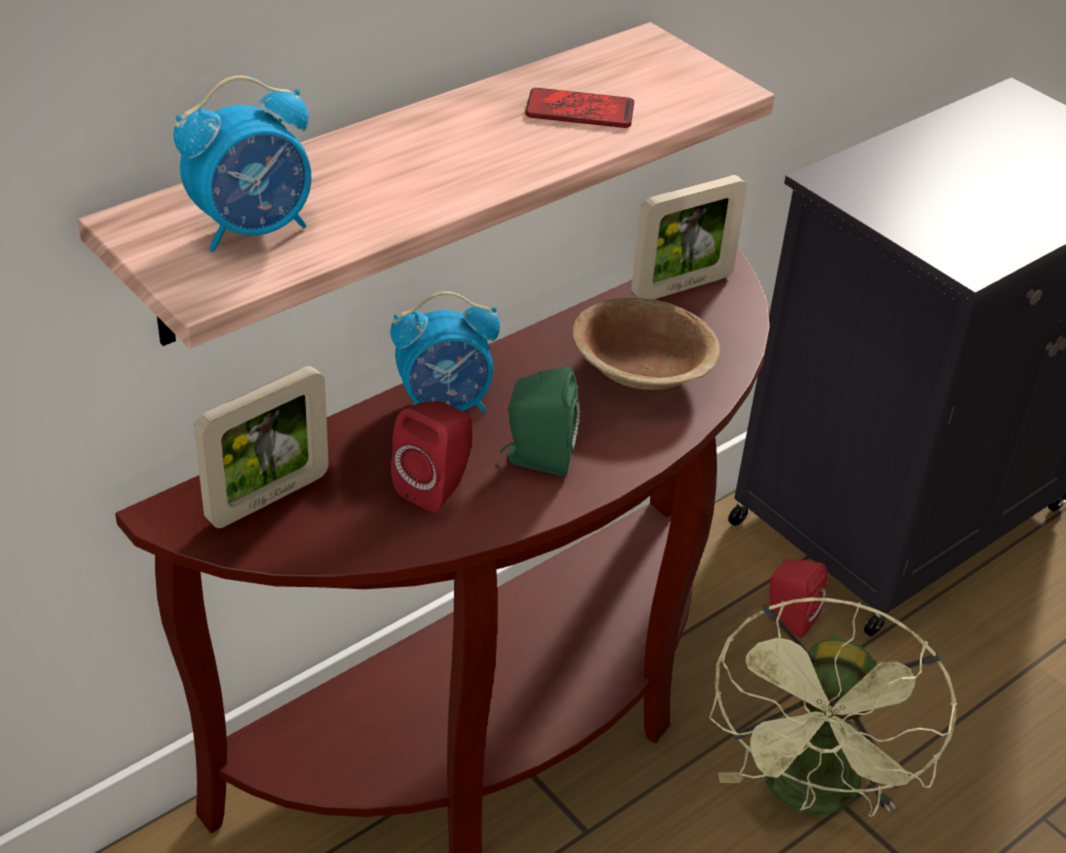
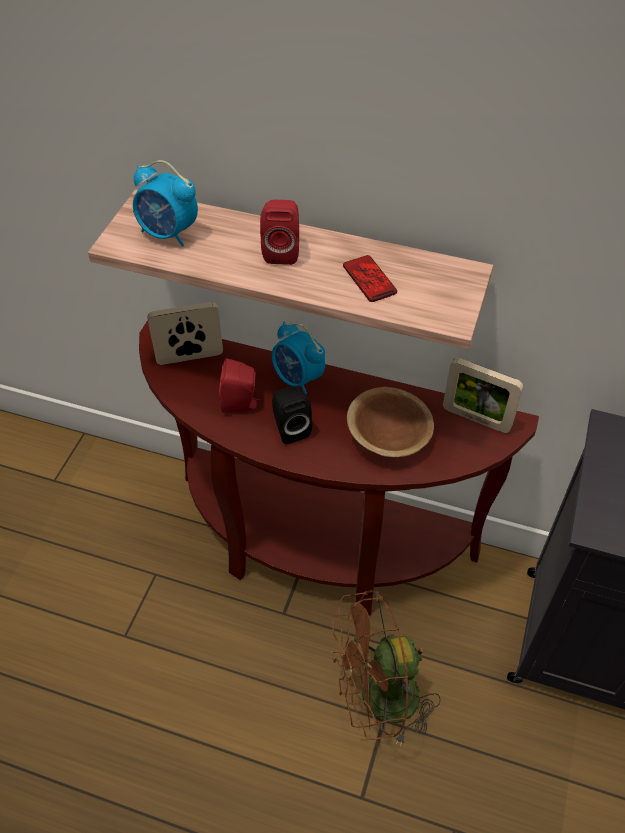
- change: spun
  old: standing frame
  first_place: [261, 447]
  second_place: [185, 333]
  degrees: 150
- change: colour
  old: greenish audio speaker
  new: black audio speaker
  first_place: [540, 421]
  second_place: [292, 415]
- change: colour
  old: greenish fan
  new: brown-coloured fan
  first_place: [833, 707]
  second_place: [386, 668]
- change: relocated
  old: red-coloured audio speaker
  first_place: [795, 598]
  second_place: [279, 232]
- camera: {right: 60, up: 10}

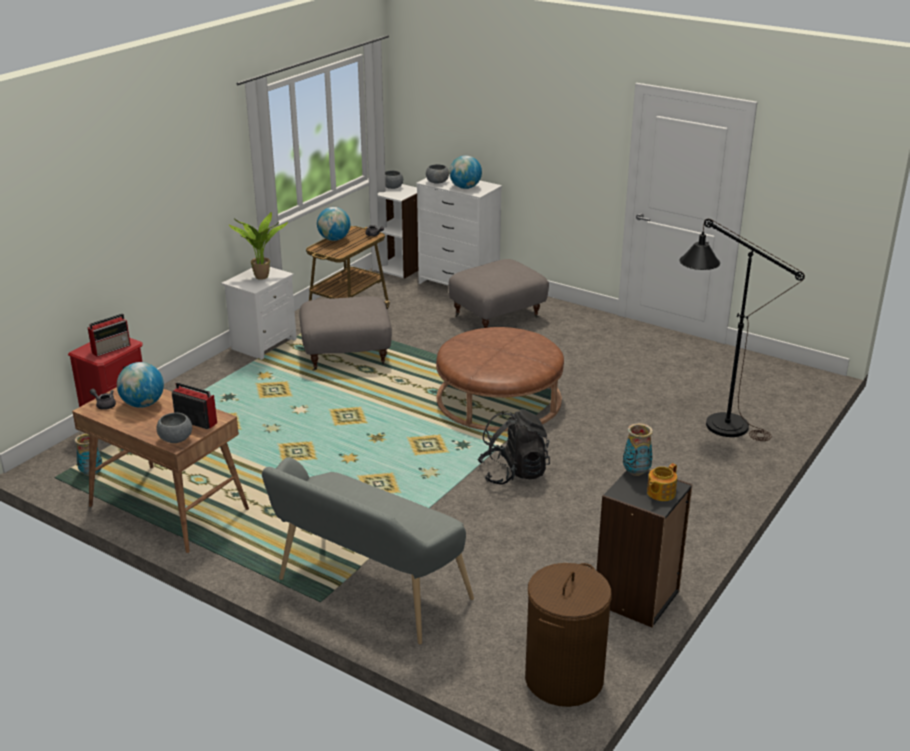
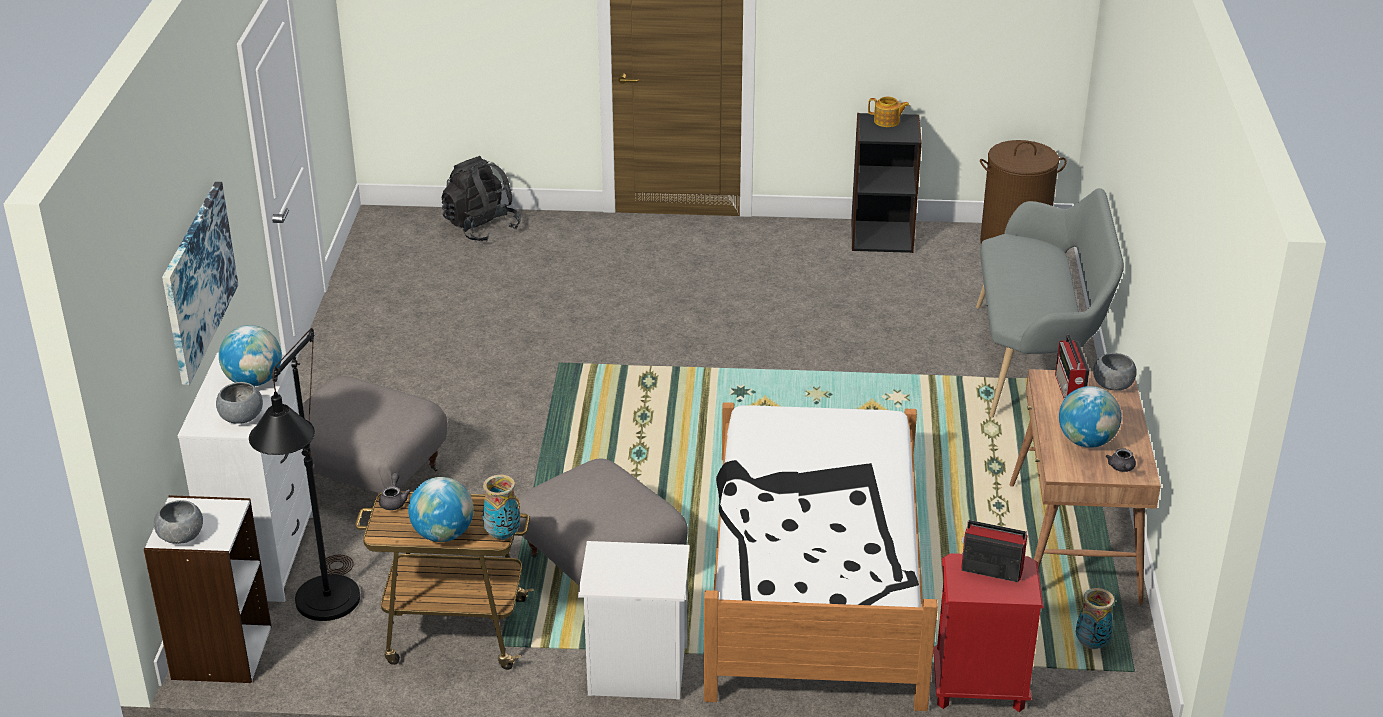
- change: missing
  old: potted plant
  first_place: [258, 246]
- change: missing
  old: brown-coloured ottoman
  first_place: [500, 379]
- change: relocated
  old: black rucksack
  first_place: [513, 447]
  second_place: [481, 198]
- change: relocated
  old: decorative vase
  first_place: [638, 449]
  second_place: [501, 507]
- change: relocated
  old: black floor lamp
  first_place: [742, 330]
  second_place: [304, 474]
- change: appeared
  new: wall art
  second_place: [200, 283]
- change: appeared
  new: whitish sleeping bed
  second_place: [821, 556]
- camera: {right: -120, up: 5}

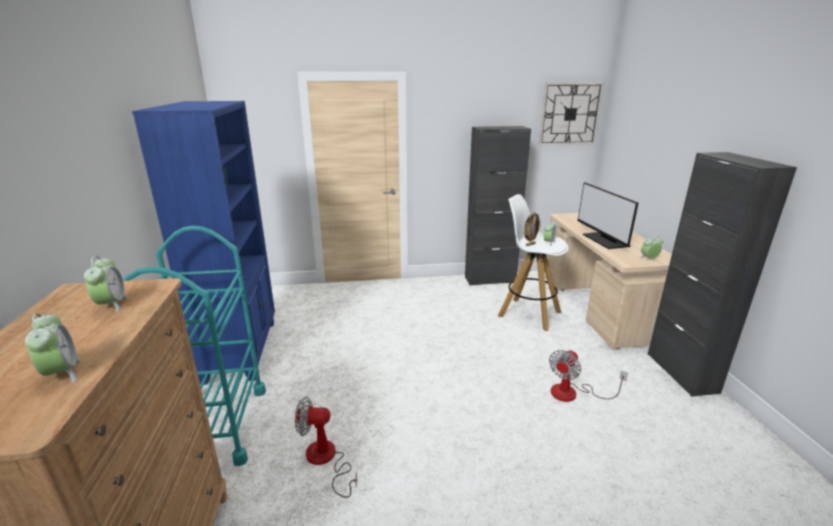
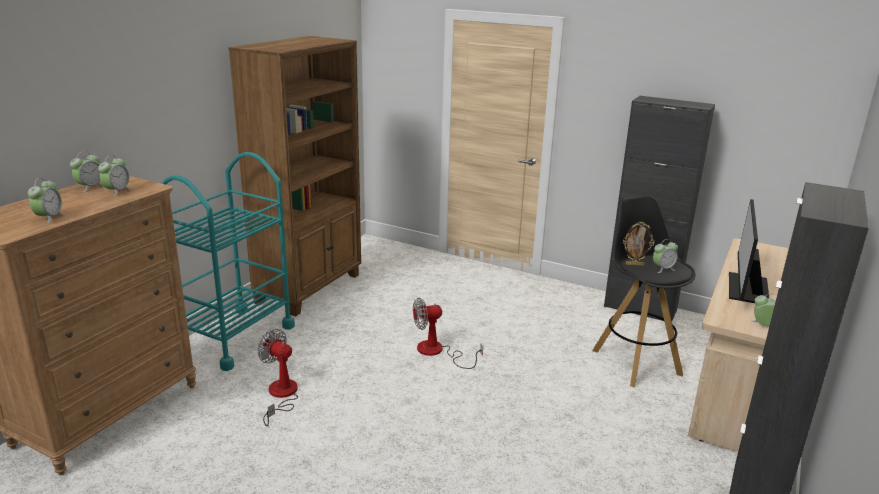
- change: colour
  old: blue-coloured bookshelf
  new: brown-coloured bookshelf
  first_place: [203, 243]
  second_place: [294, 176]
- change: colour
  old: whitish stool seat
  new: black stool seat
  first_place: [533, 262]
  second_place: [644, 291]
- change: missing
  old: clock on the wall
  first_place: [571, 114]
- change: relocated
  old: fan
  first_place: [588, 376]
  second_place: [448, 333]
- change: appeared
  new: alarm clock
  second_place: [87, 171]
- camera: {right: 35, up: 0}

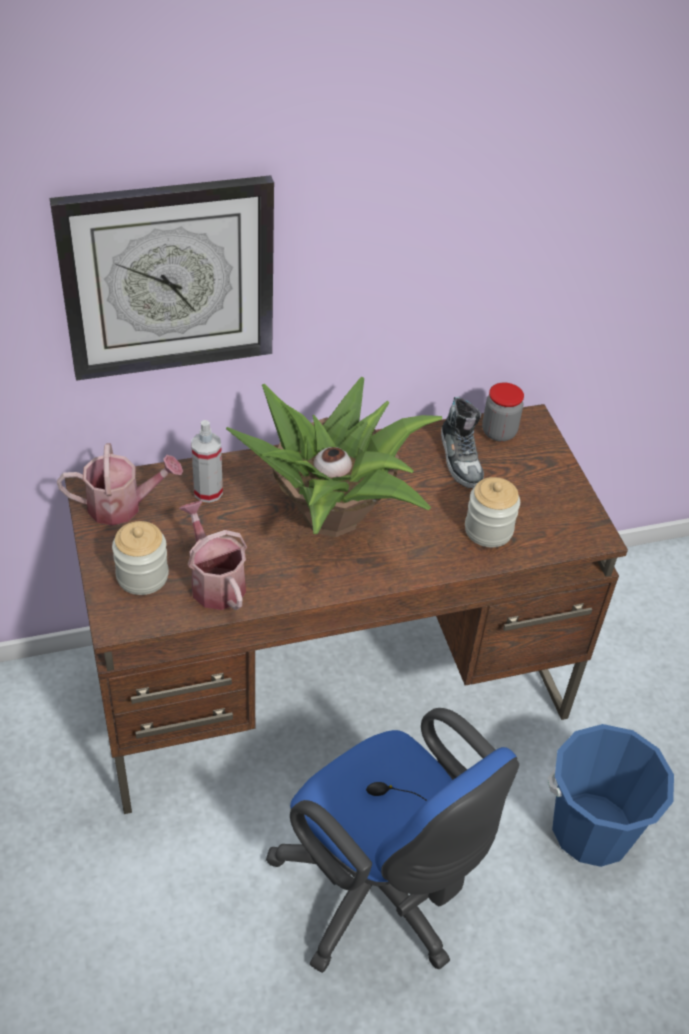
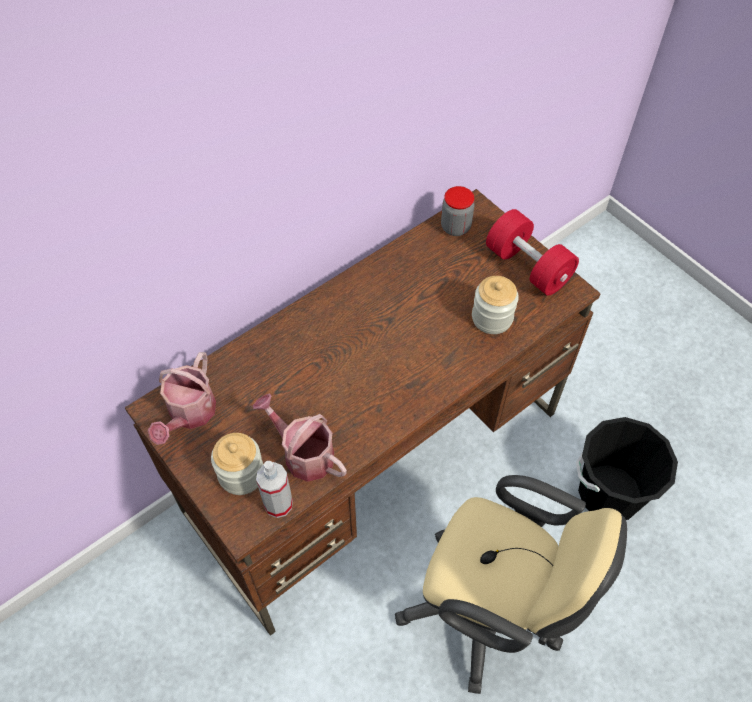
- change: missing
  old: clock on the wall
  first_place: [162, 278]
- change: spun
  old: watering pot
  first_place: [120, 484]
  second_place: [182, 398]
  degrees: 135
- change: relocated
  old: spray bottle
  first_place: [207, 461]
  second_place: [274, 489]
- change: missing
  old: potted plant
  first_place: [334, 456]
- change: colour
  old: blue-coloured desk chair
  new: sand-coloured desk chair
  first_place: [392, 840]
  second_place: [511, 584]
- change: missing
  old: shoe
  first_place: [462, 442]
- change: colour
  old: blue-coloured water bucket
  new: black water bucket
  first_place: [611, 795]
  second_place: [627, 468]
- change: appeared
  new: red-coloured free weight
  second_place: [532, 252]
- camera: {right: -20, up: 10}

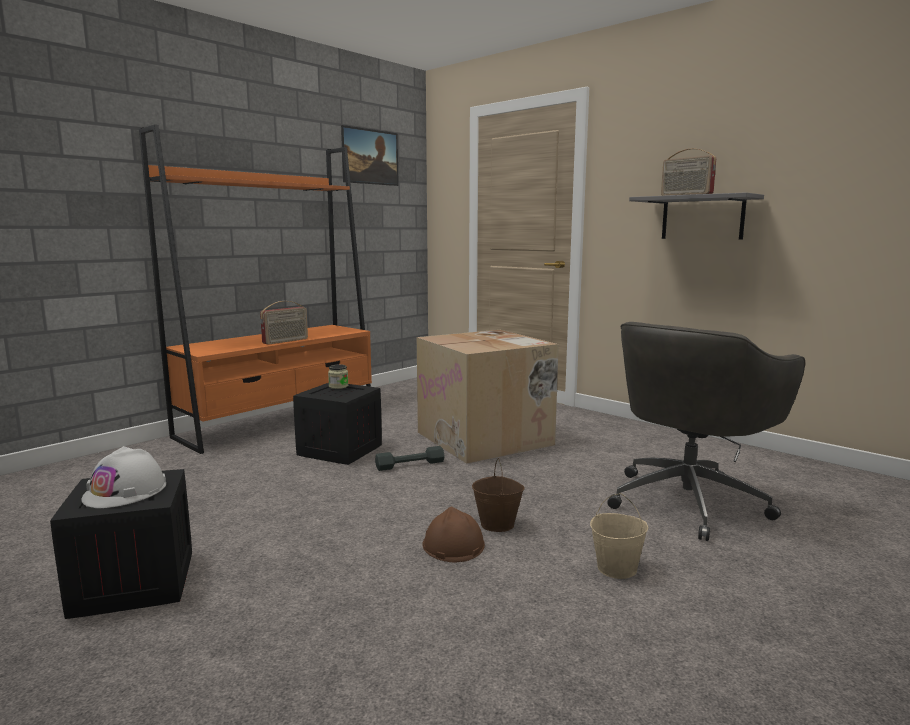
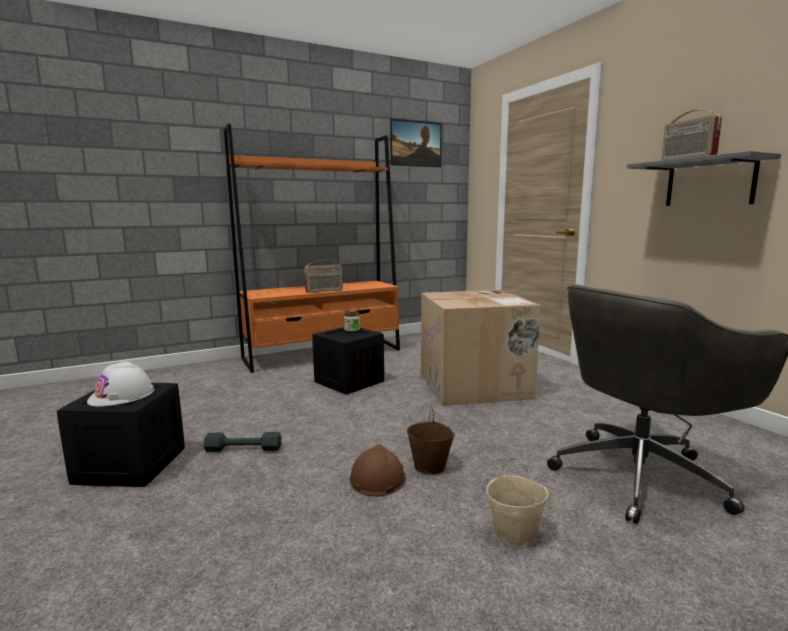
- change: relocated
  old: gray free weight
  first_place: [410, 458]
  second_place: [242, 442]
- camera: {right: 20, up: 0}

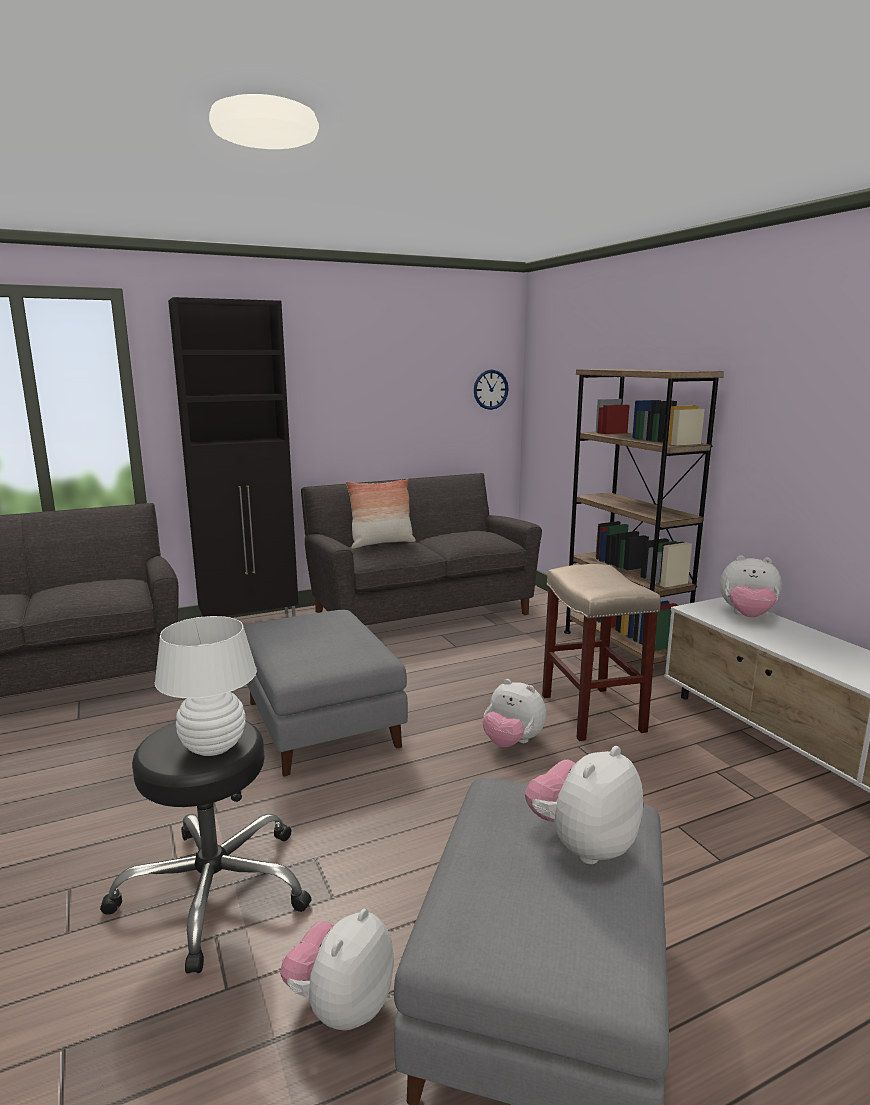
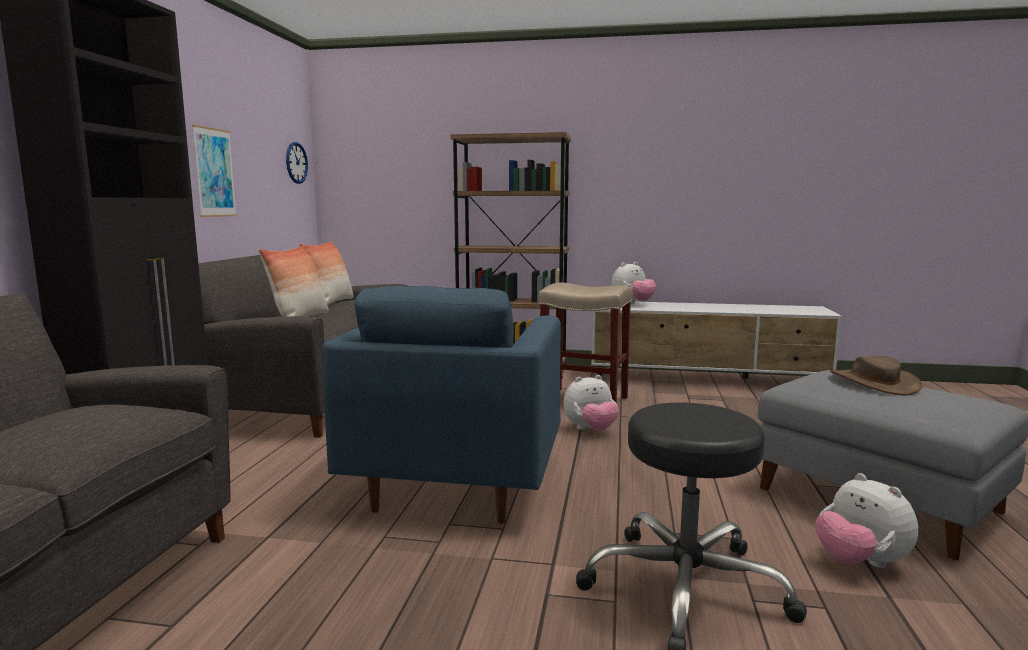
- change: missing
  old: whitish tabletop lamp
  first_place: [206, 686]
- change: exchanged
  old: gray ottoman
  new: blue-coloured armchair
  first_place: [326, 693]
  second_place: [441, 405]
- change: exchanged
  old: plush toy
  new: brown-coloured clothing hat
  first_place: [584, 805]
  second_place: [876, 375]
- change: appeared
  new: wall art
  second_place: [214, 171]
- change: appeared
  new: cushion
  second_place: [326, 273]
- camera: {right: -55, up: -5}

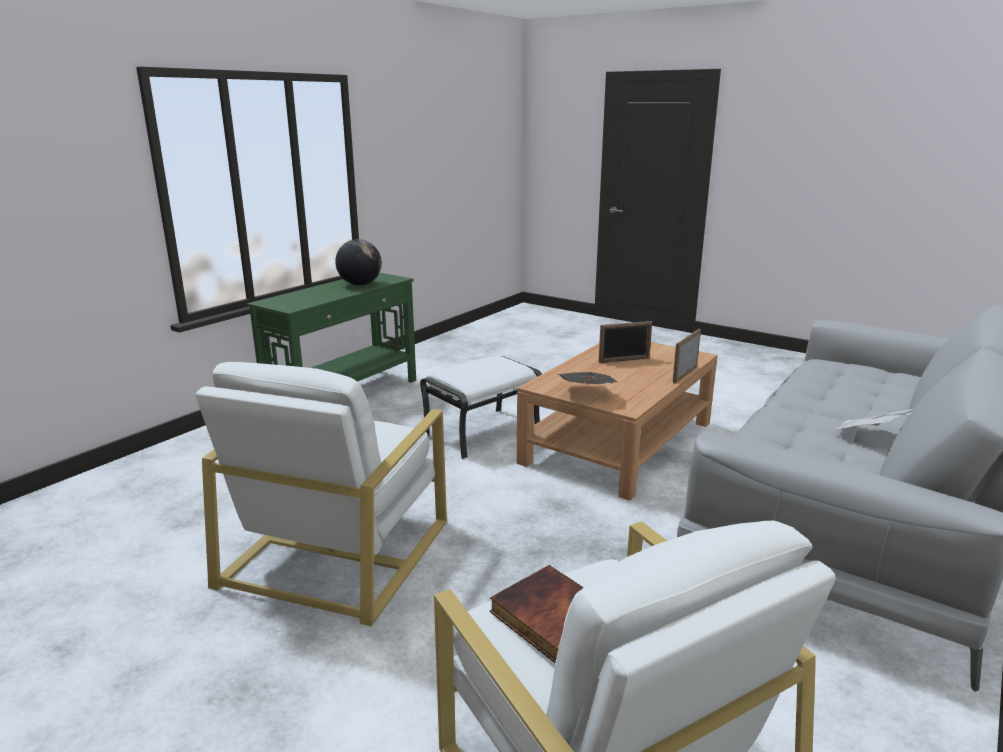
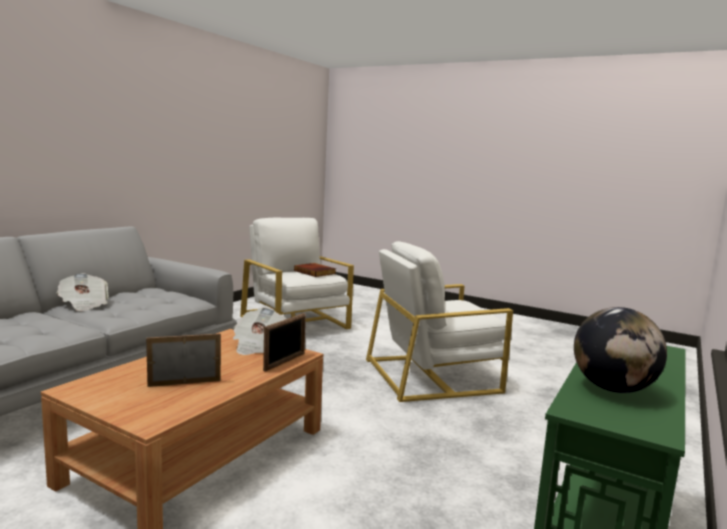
- change: spun
  old: whitish armchair
  first_place: [321, 494]
  second_place: [439, 321]
  degrees: -120
- change: missing
  old: whitish ottoman
  first_place: [481, 407]
- change: relocated
  old: standing frame
  first_place: [687, 356]
  second_place: [284, 342]
- camera: {right: 175, up: -10}

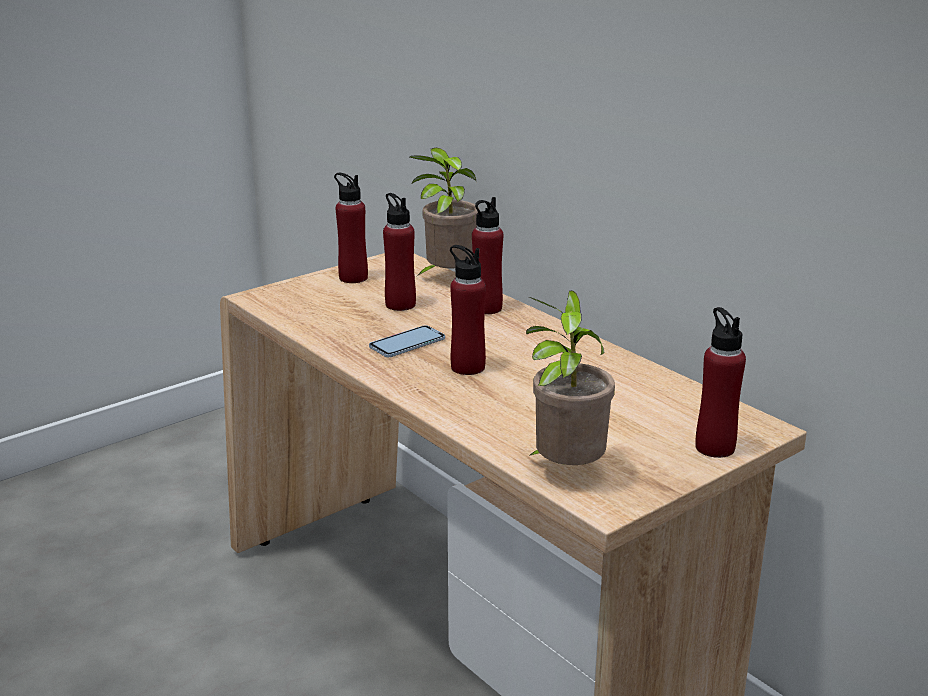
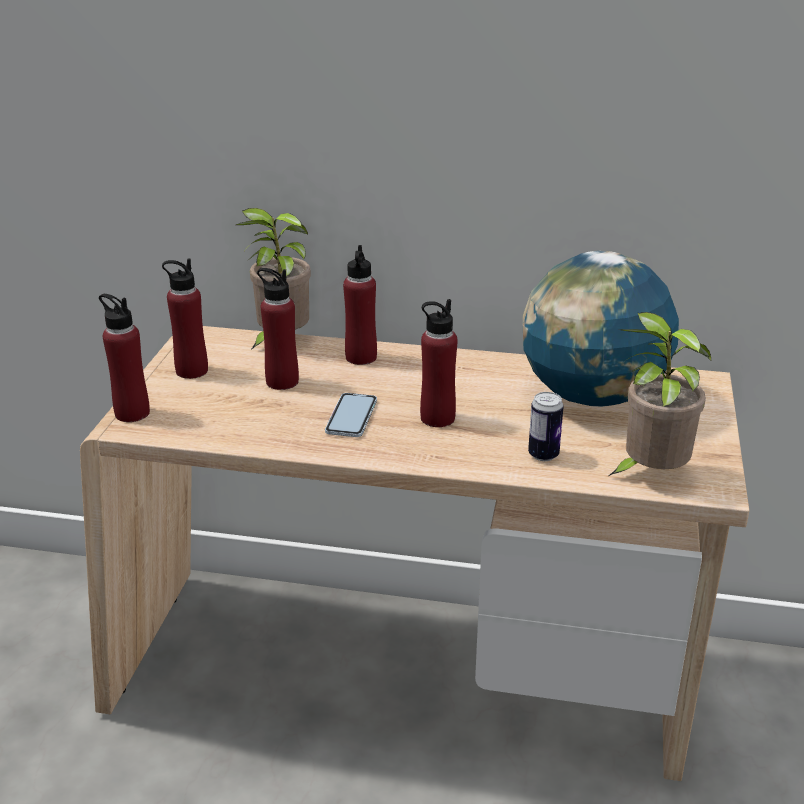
- change: relocated
  old: red-coloured bottle
  first_place: [720, 382]
  second_place: [124, 358]
- change: appeared
  new: world globe
  second_place: [601, 329]
- change: appeared
  new: sealed can
  second_place: [546, 426]
- camera: {right: -40, up: 5}

